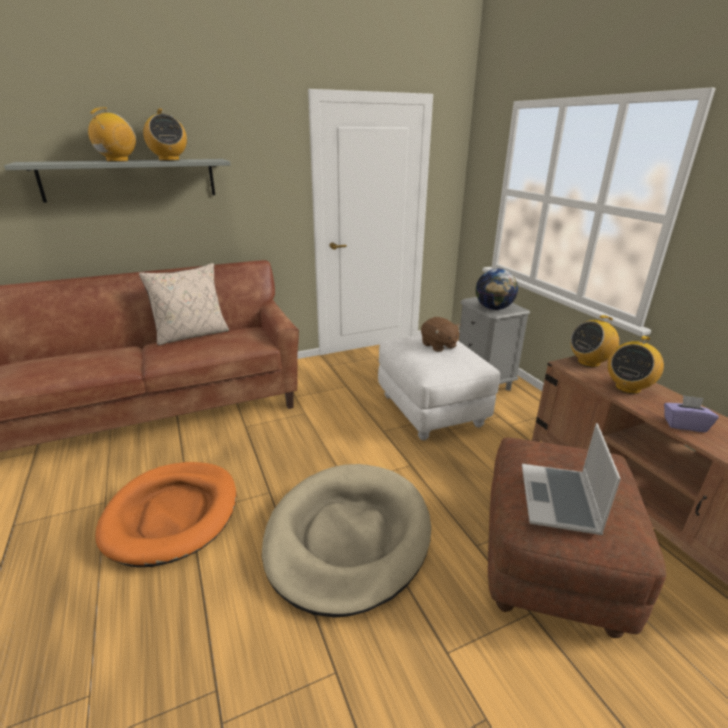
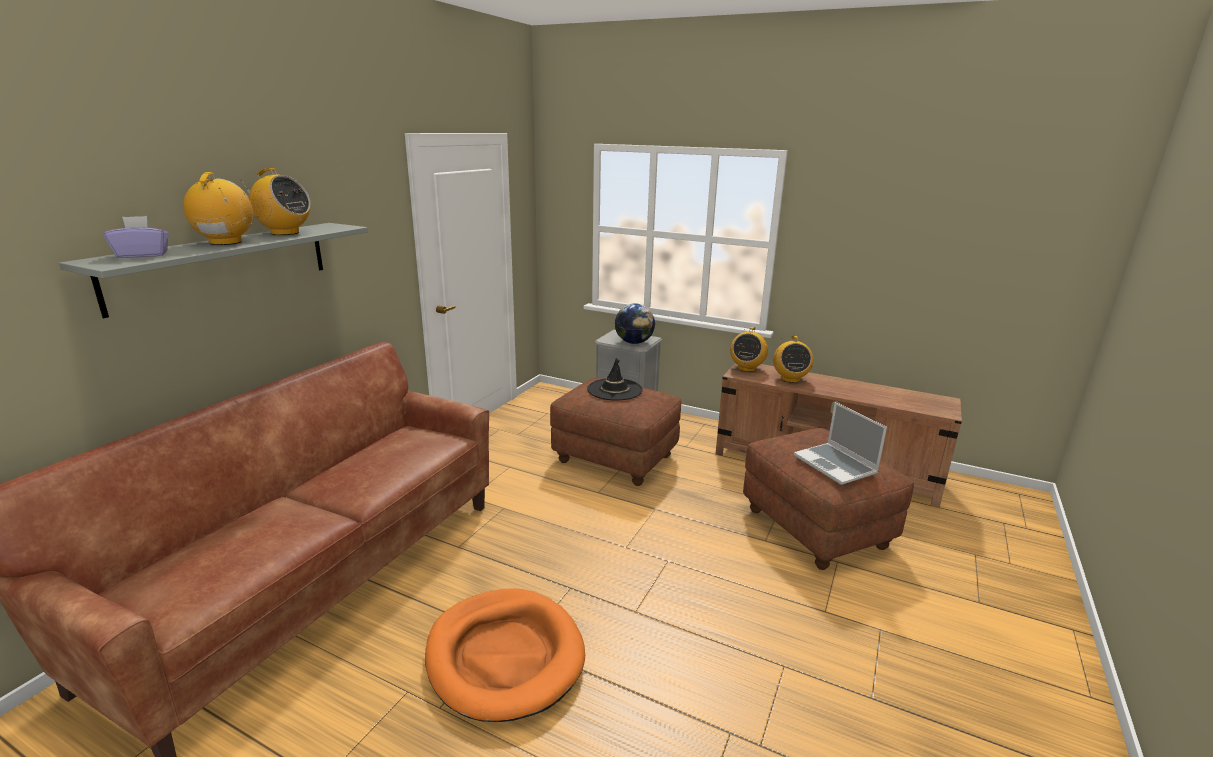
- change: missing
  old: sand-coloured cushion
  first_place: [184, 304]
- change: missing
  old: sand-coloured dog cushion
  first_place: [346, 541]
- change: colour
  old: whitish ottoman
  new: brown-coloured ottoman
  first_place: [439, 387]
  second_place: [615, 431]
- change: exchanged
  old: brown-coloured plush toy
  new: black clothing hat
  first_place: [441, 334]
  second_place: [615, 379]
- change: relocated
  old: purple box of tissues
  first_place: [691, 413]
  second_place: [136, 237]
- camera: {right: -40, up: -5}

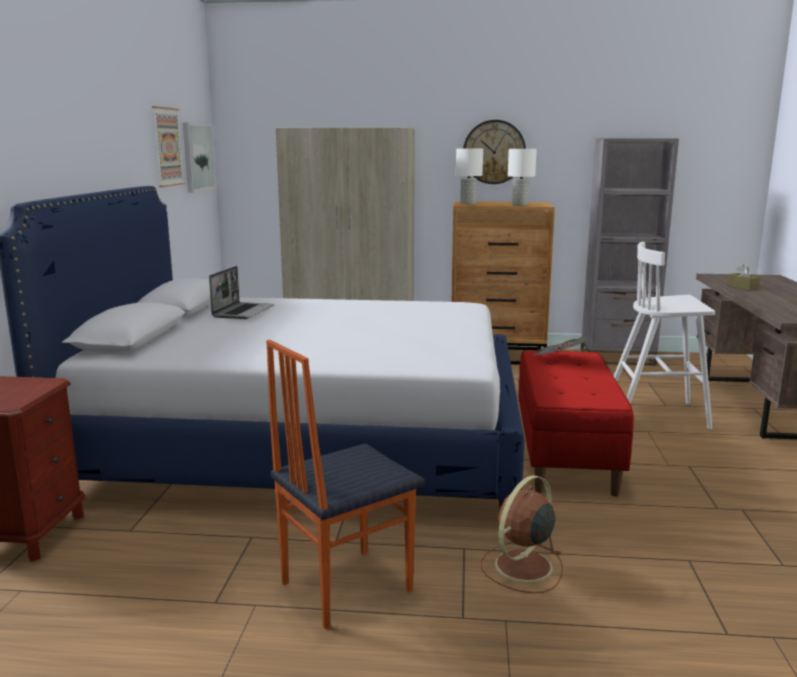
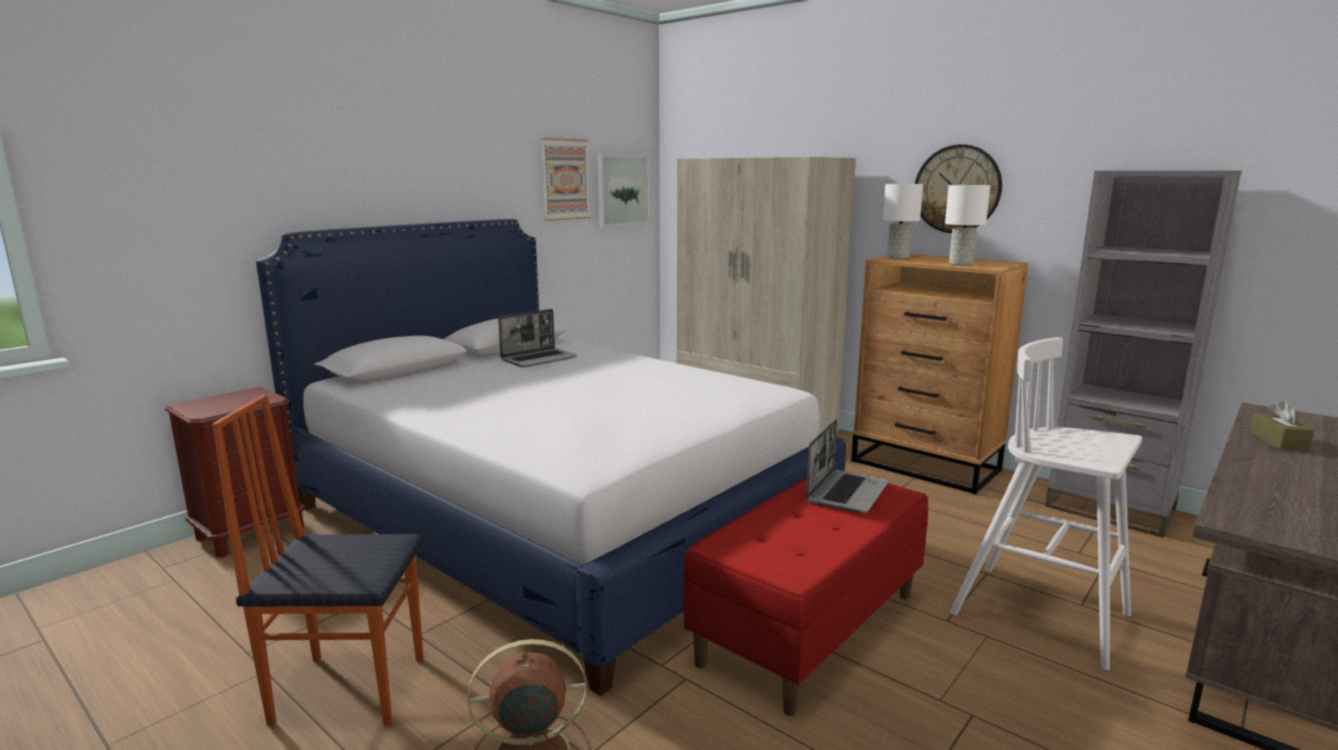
- change: exchanged
  old: newspaper
  new: laptop
  first_place: [562, 345]
  second_place: [847, 466]
- camera: {right: 35, up: 0}

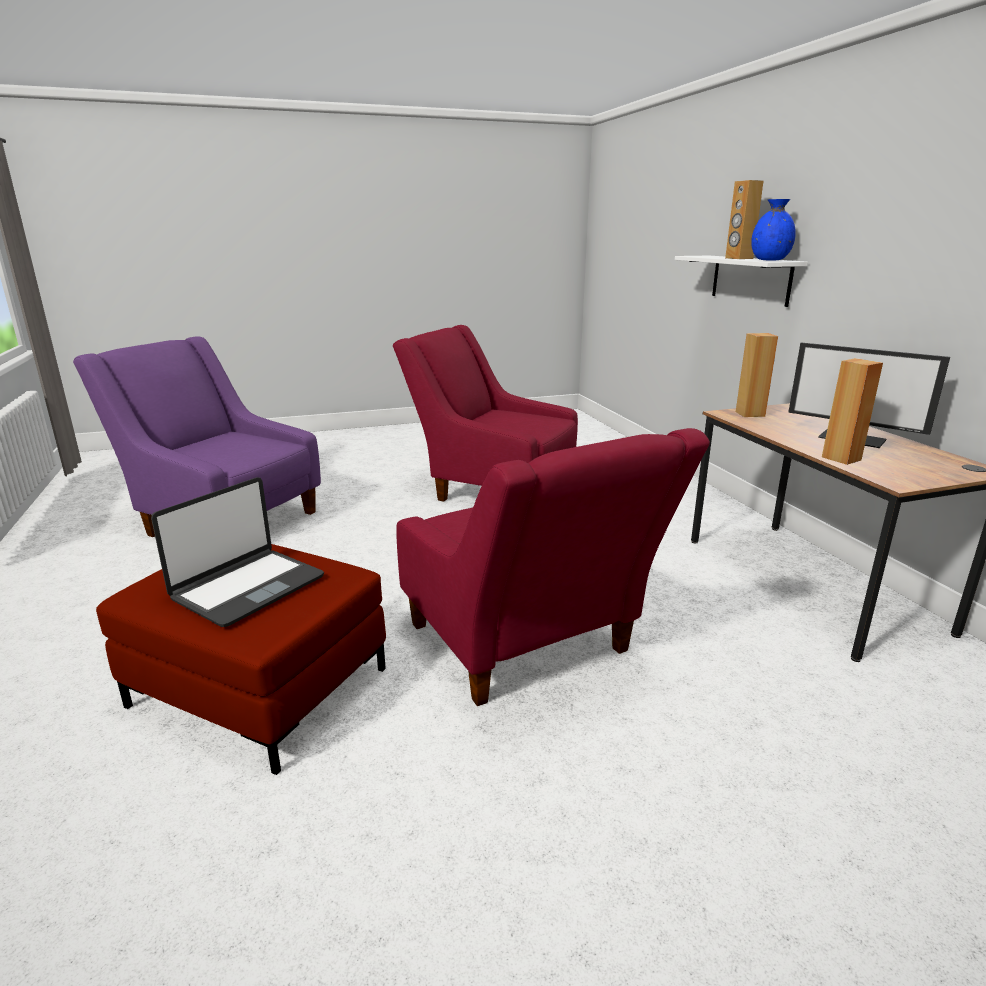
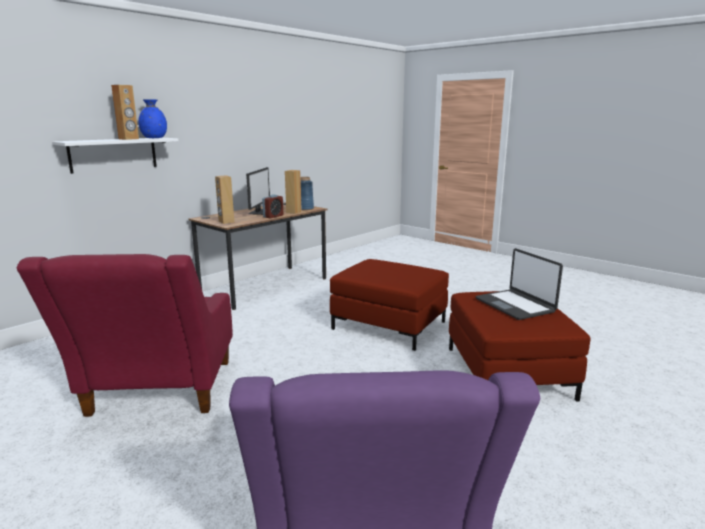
- change: spun
  old: laptop
  first_place: [237, 552]
  second_place: [519, 284]
  degrees: -120
- change: exchanged
  old: red-coloured armchair
  new: red-coloured ottoman
  first_place: [553, 567]
  second_place: [389, 305]
- change: appeared
  new: alarm clock
  second_place: [272, 206]
- change: appeared
  new: blue-coloured decorative vase
  second_place: [307, 193]
- camera: {right: -120, up: -5}

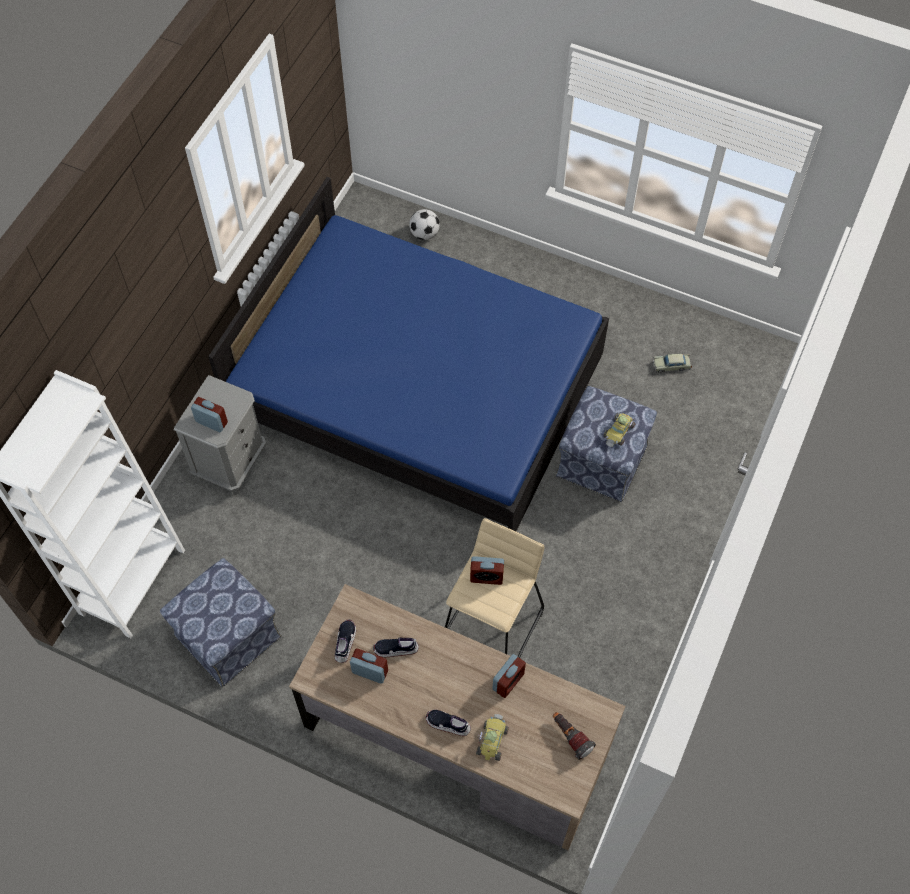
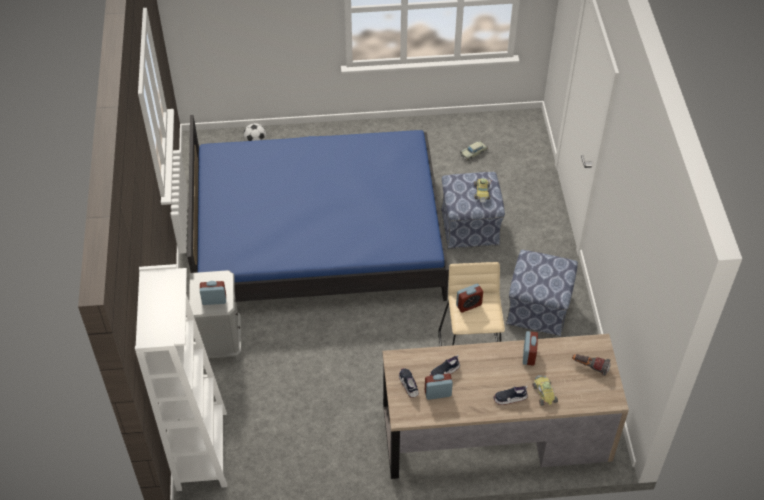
- change: relocated
  old: ottoman
  first_place: [221, 622]
  second_place: [542, 293]
- camera: {right: -30, up: -10}

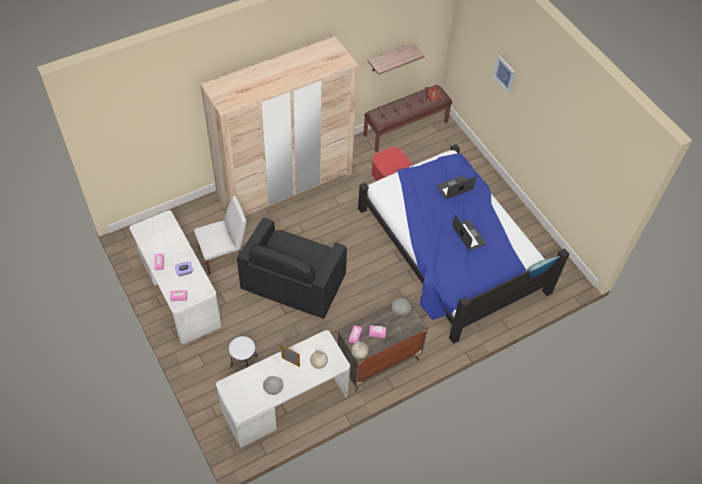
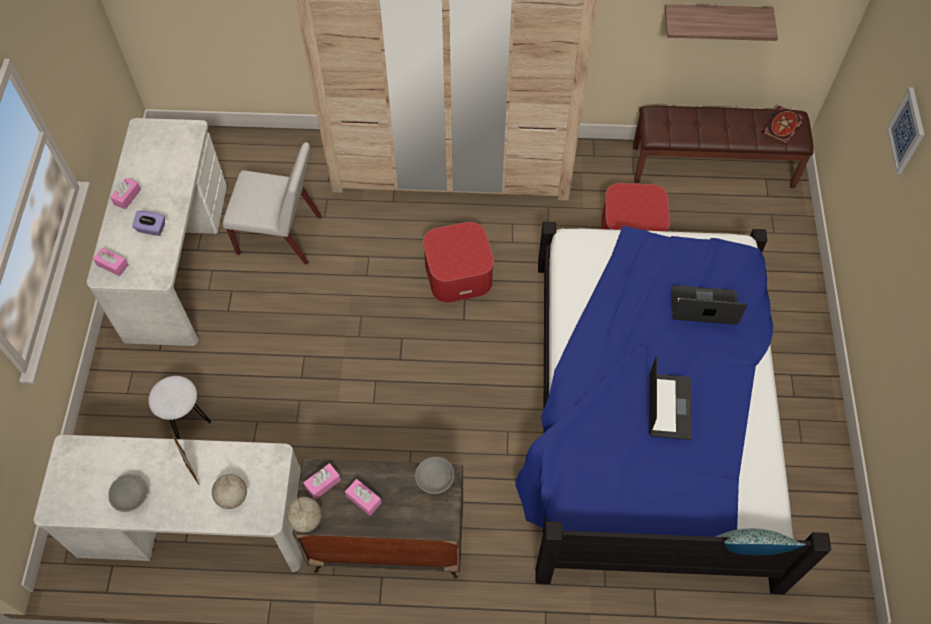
- change: missing
  old: black armchair
  first_place: [292, 268]
- change: appeared
  new: ottoman
  second_place: [458, 262]
- camera: {right: 35, up: 5}

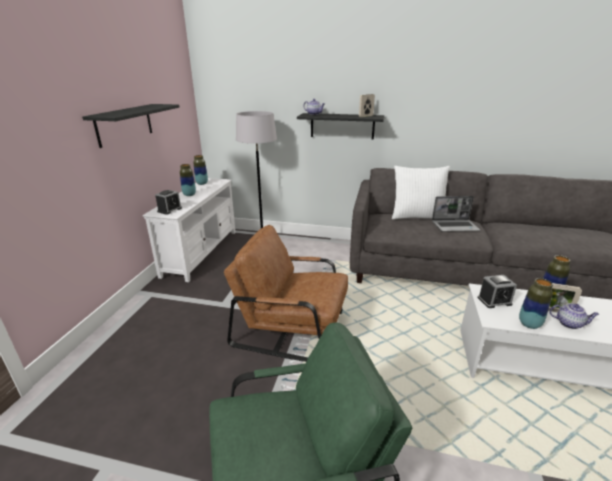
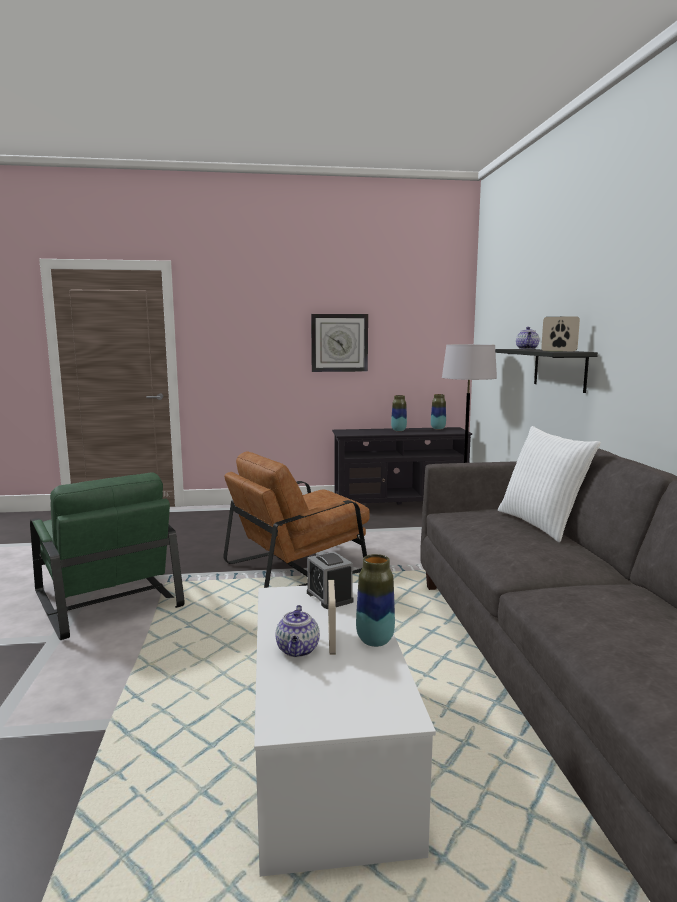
- change: exchanged
  old: black bracket shelf
  new: clock on the wall
  first_place: [130, 126]
  second_place: [339, 343]
- change: colour
  old: whitish tv stand
  new: black tv stand
  first_place: [189, 230]
  second_place: [402, 466]
- change: missing
  old: alarm clock
  first_place: [168, 202]
- change: spun
  old: brown-coloured armchair
  first_place: [286, 293]
  second_place: [296, 520]
  degrees: -120
- change: missing
  old: laptop
  first_place: [456, 214]
- change: missing
  old: decorative vase
  first_place: [536, 303]
- camera: {right: 70, up: -15}

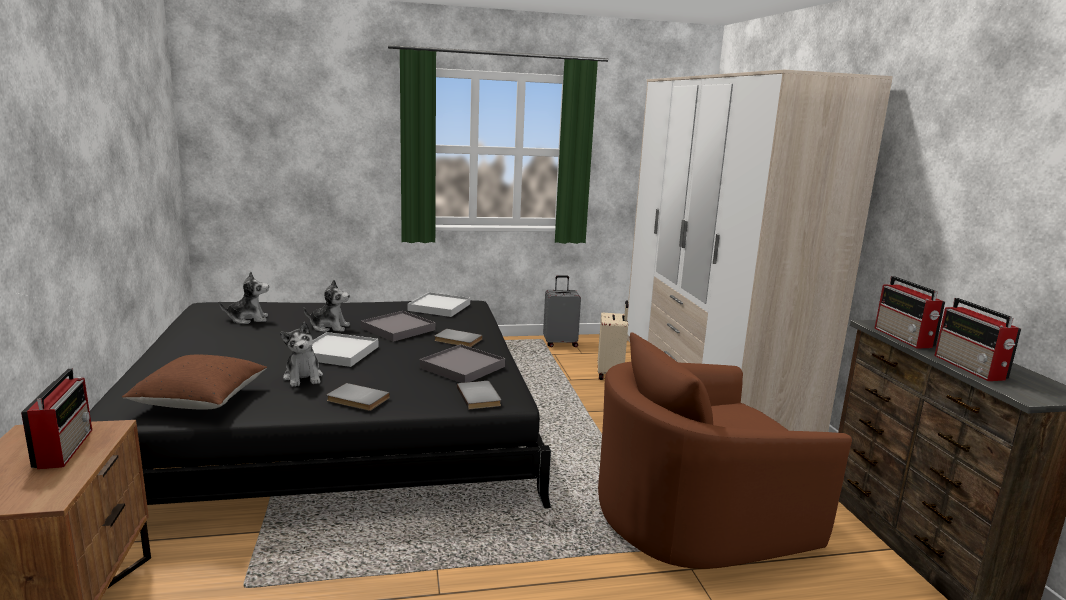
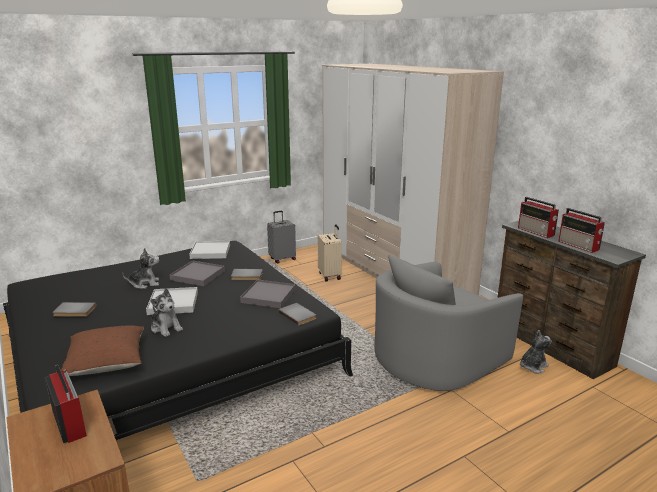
- change: relocated
  old: plush toy
  first_place: [244, 297]
  second_place: [536, 351]
- change: relocated
  old: gray volume
  first_place: [358, 397]
  second_place: [74, 309]
- change: colour
  old: brown-coloured armchair
  new: gray armchair
  first_place: [725, 450]
  second_place: [448, 323]
- camera: {right: -20, up: 5}

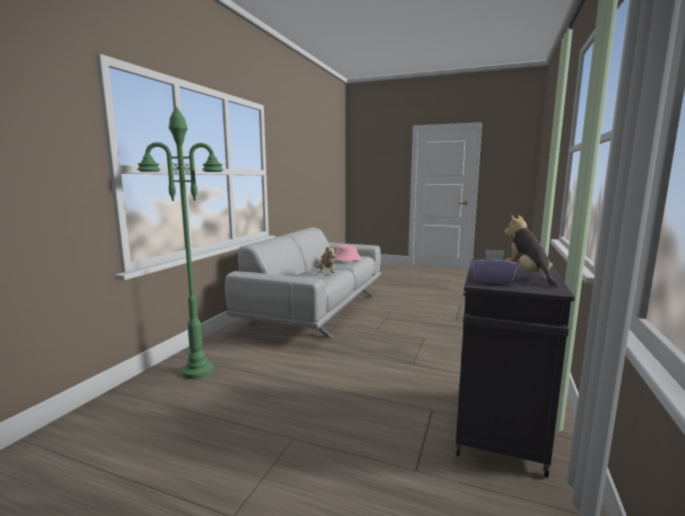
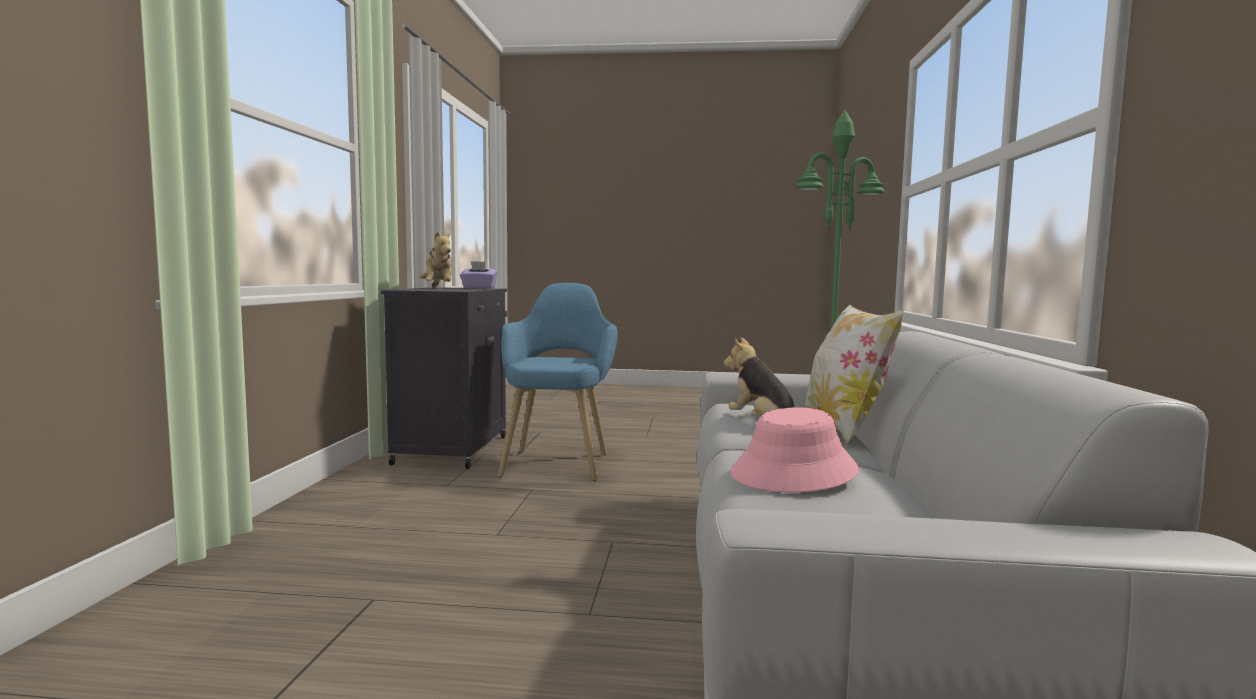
- change: appeared
  new: blue-coloured armchair
  second_place: [558, 382]
- change: appeared
  new: cushion
  second_place: [854, 373]
- camera: {right: 165, up: -5}

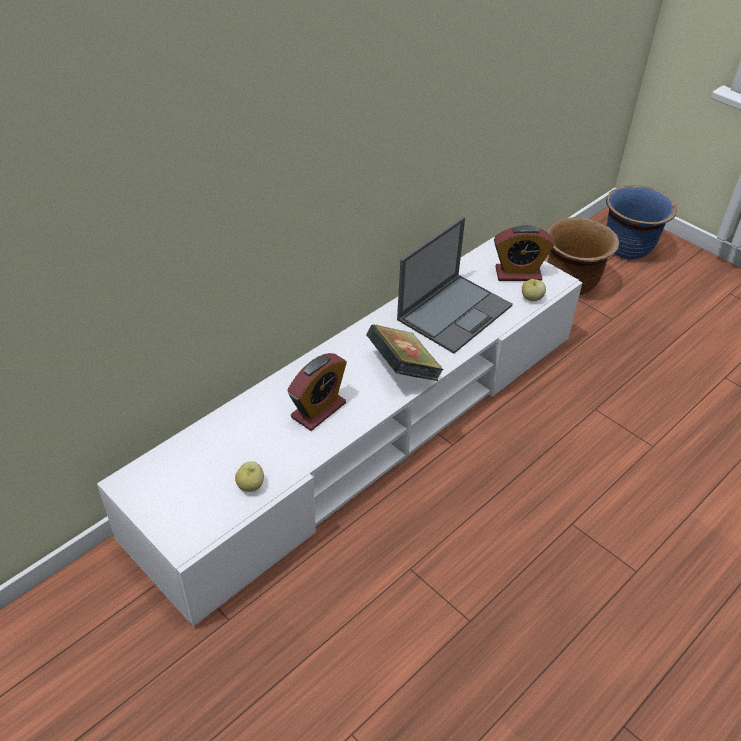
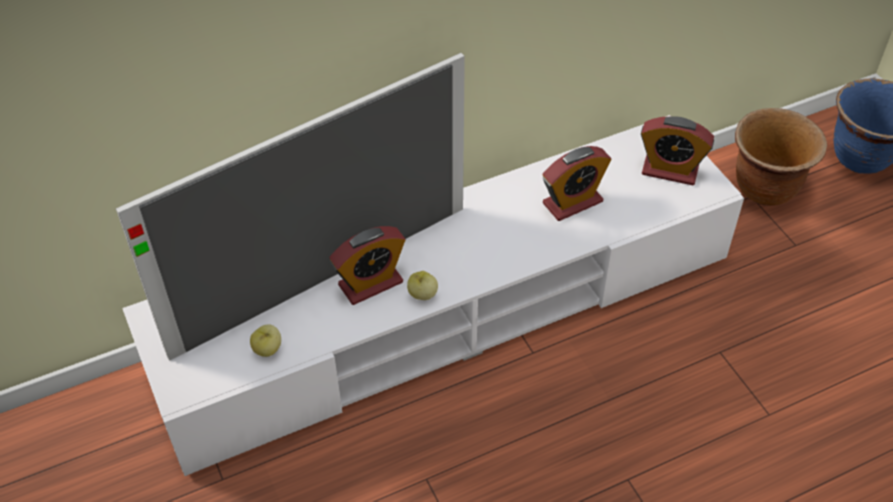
- change: missing
  old: volume
  first_place: [405, 352]
- change: exchanged
  old: laptop
  new: alarm clock
  first_place: [455, 285]
  second_place: [577, 183]
- change: relocated
  old: apple
  first_place: [534, 290]
  second_place: [422, 285]
- change: appeared
  new: TV set
  second_place: [290, 207]
- camera: {right: 20, up: 5}

